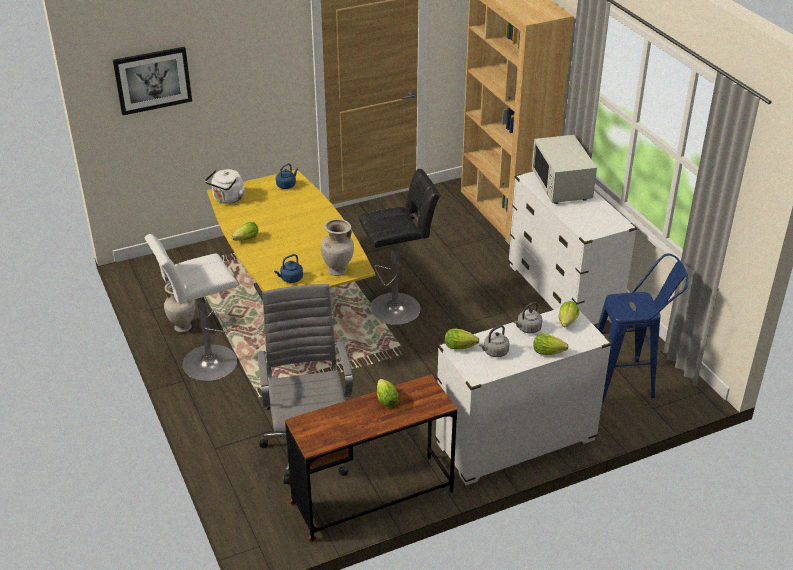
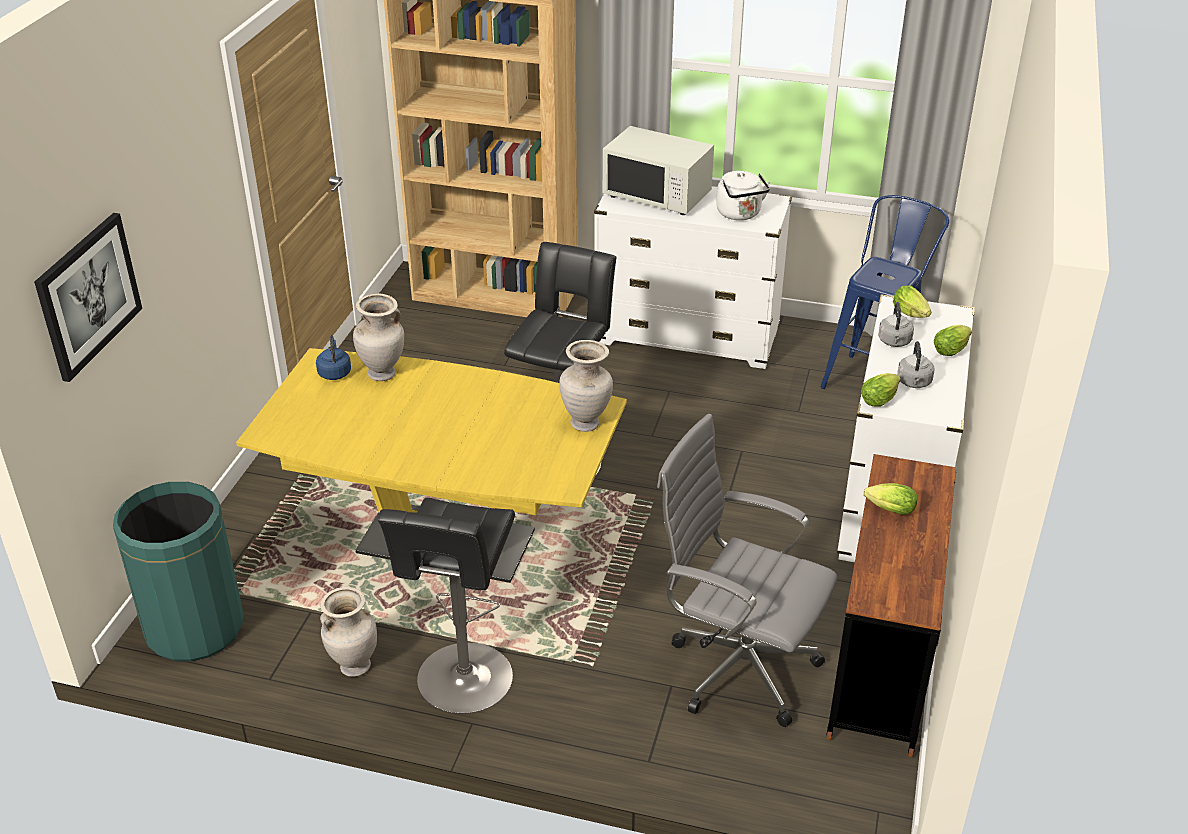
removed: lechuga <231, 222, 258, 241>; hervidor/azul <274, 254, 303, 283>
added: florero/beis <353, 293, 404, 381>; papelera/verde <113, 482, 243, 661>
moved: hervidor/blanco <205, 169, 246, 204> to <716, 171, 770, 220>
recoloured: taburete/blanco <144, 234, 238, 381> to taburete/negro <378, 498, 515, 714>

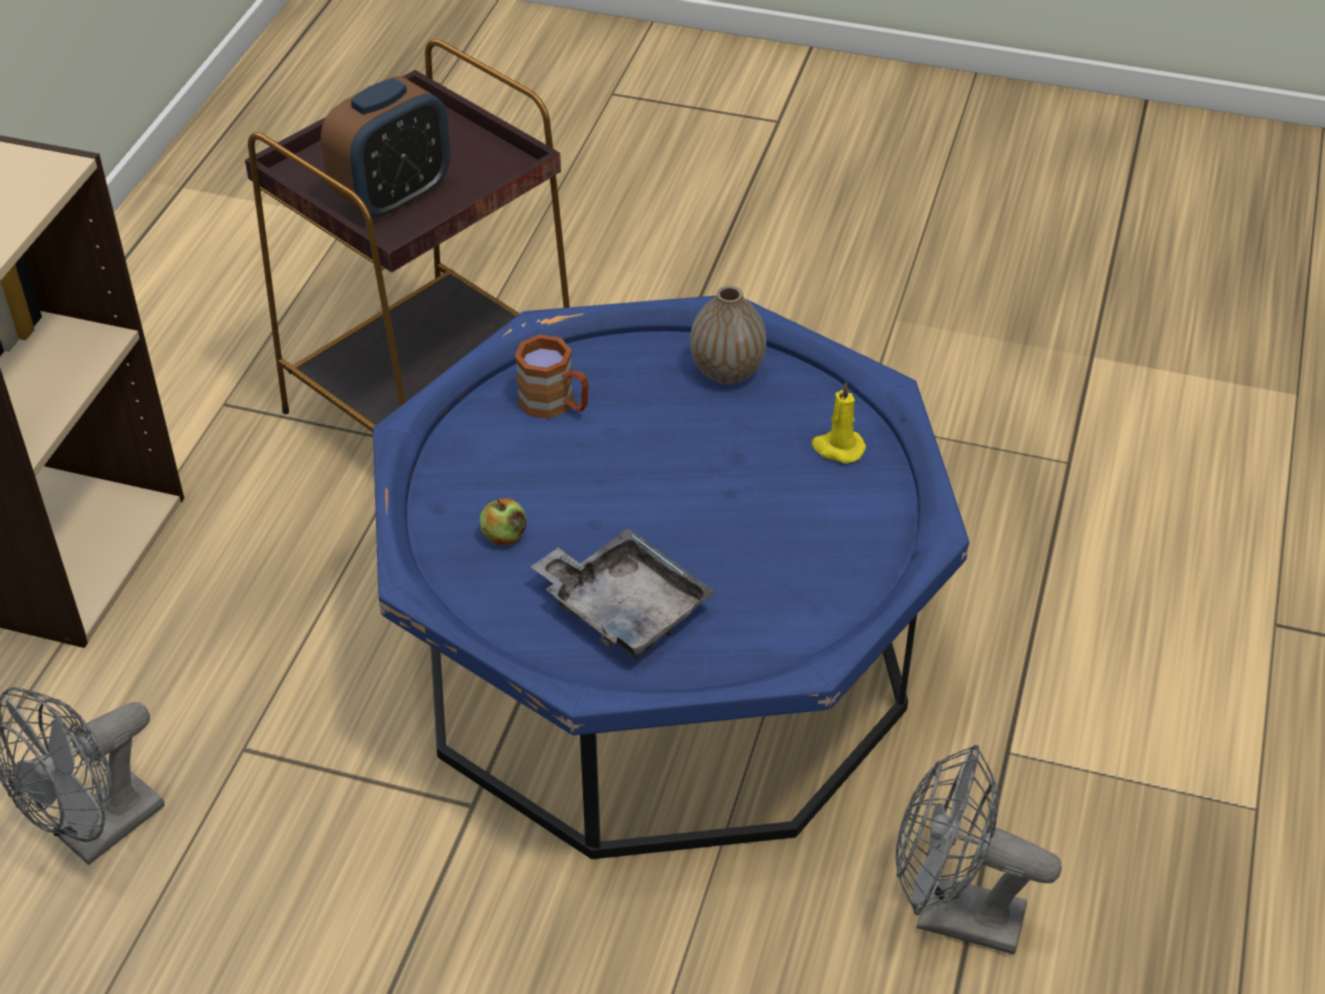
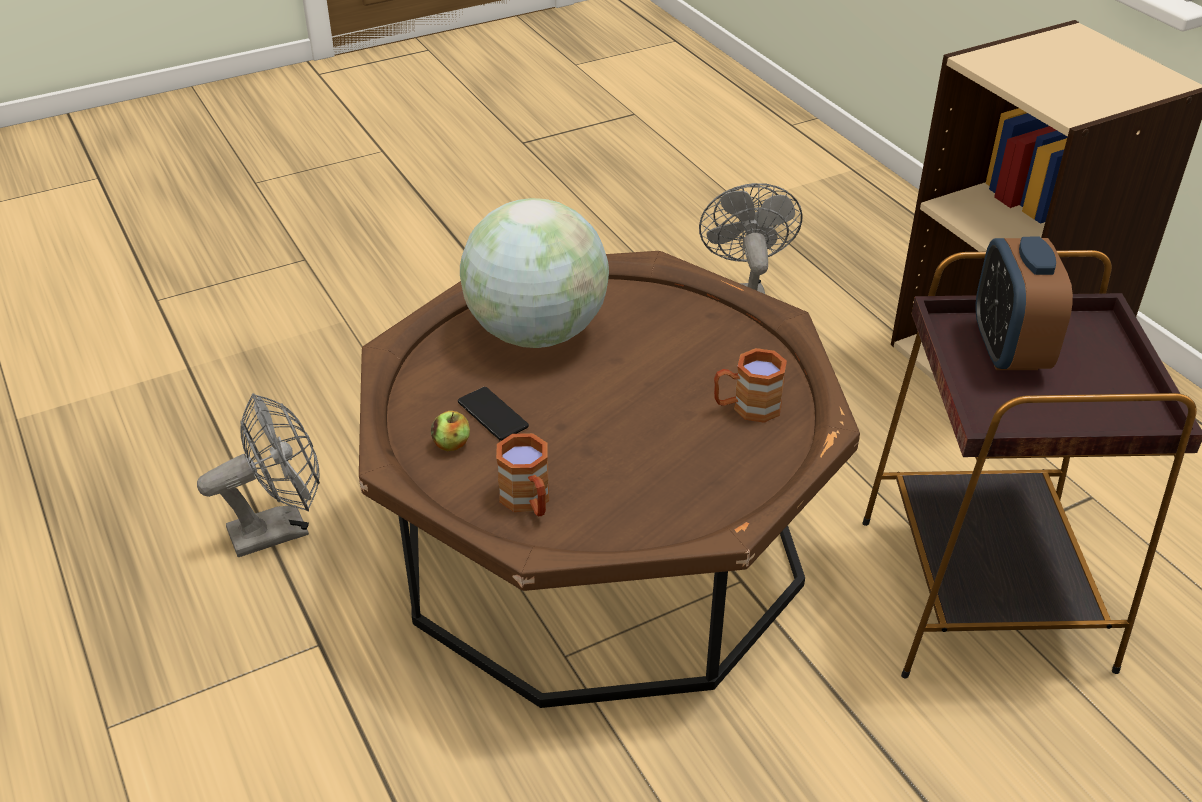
removed: florero <690, 286, 766, 384>
added: móvil <458, 387, 529, 441>
moved: manzana <479, 498, 527, 545> to <431, 411, 470, 451>
replaced: vela/amarillo <812, 382, 866, 463> to taza grande/marrón <496, 433, 549, 516>; bandeja/gris <530, 528, 715, 659> to globo terráqueo <460, 198, 609, 348>
recoloured: mesa de centro/azul <373, 296, 969, 859> to mesa de centro/marrón <359, 251, 860, 708>

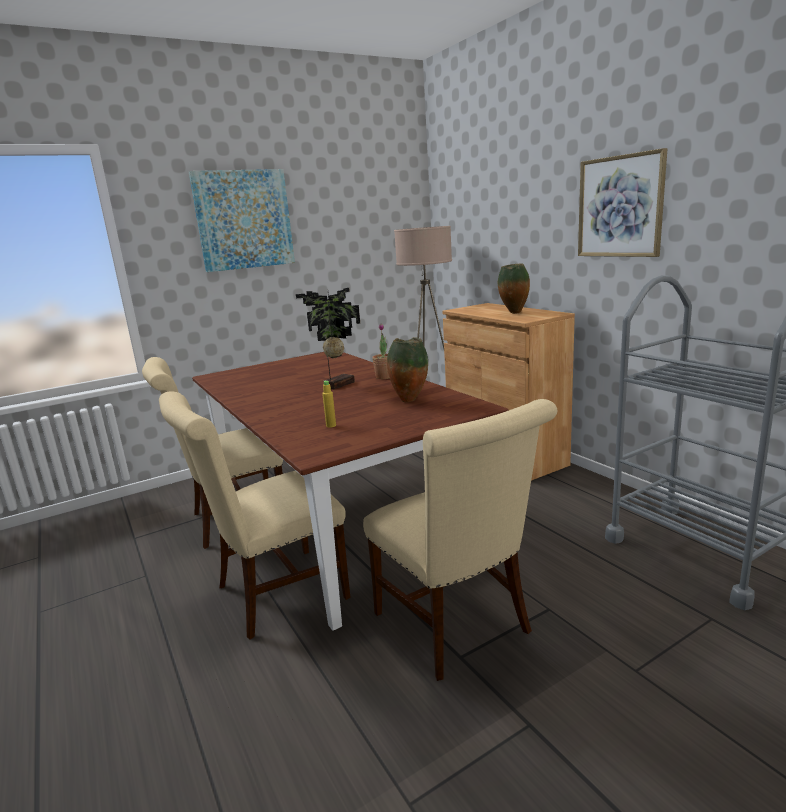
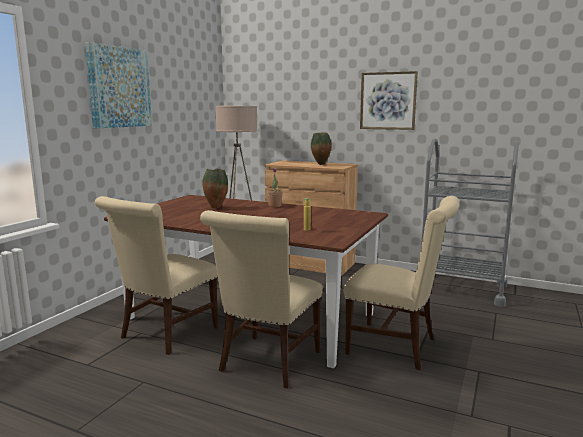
removed: planta en maceta <296, 288, 360, 389>
moved: florero <387, 337, 428, 402> to <202, 168, 228, 208>

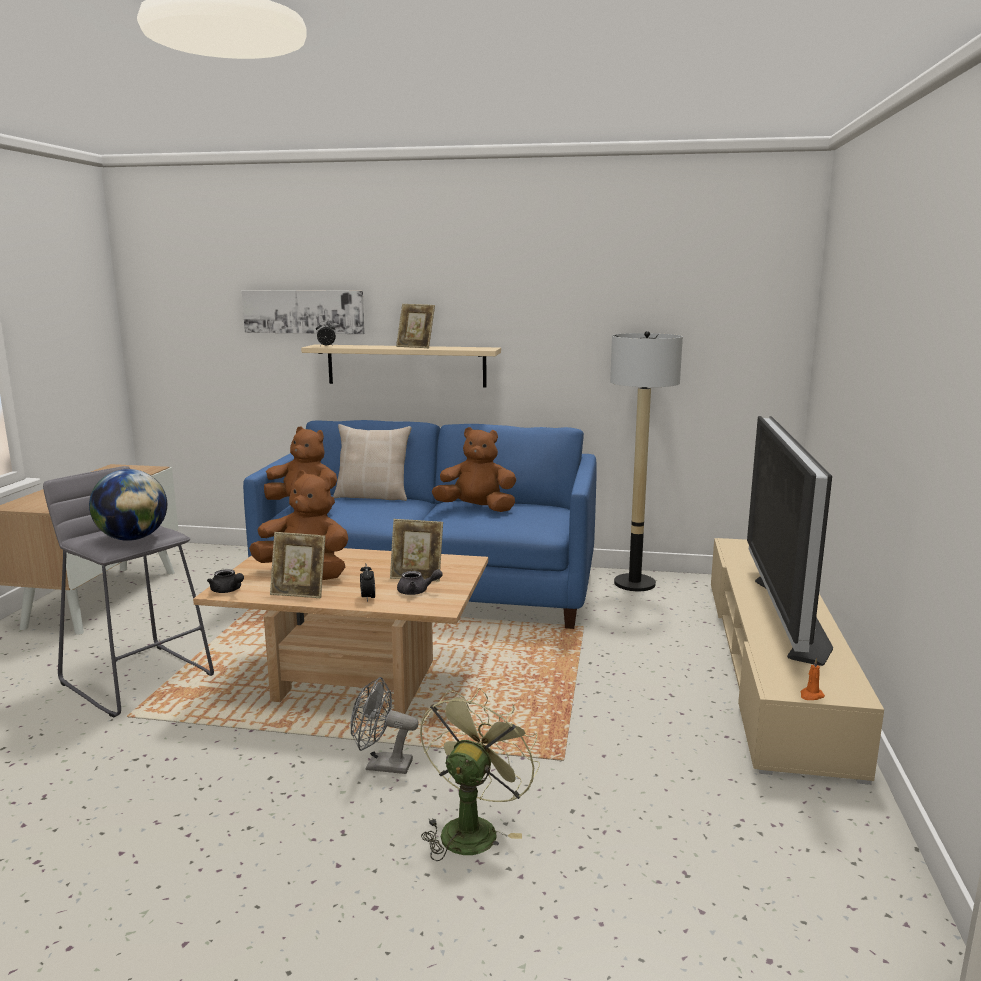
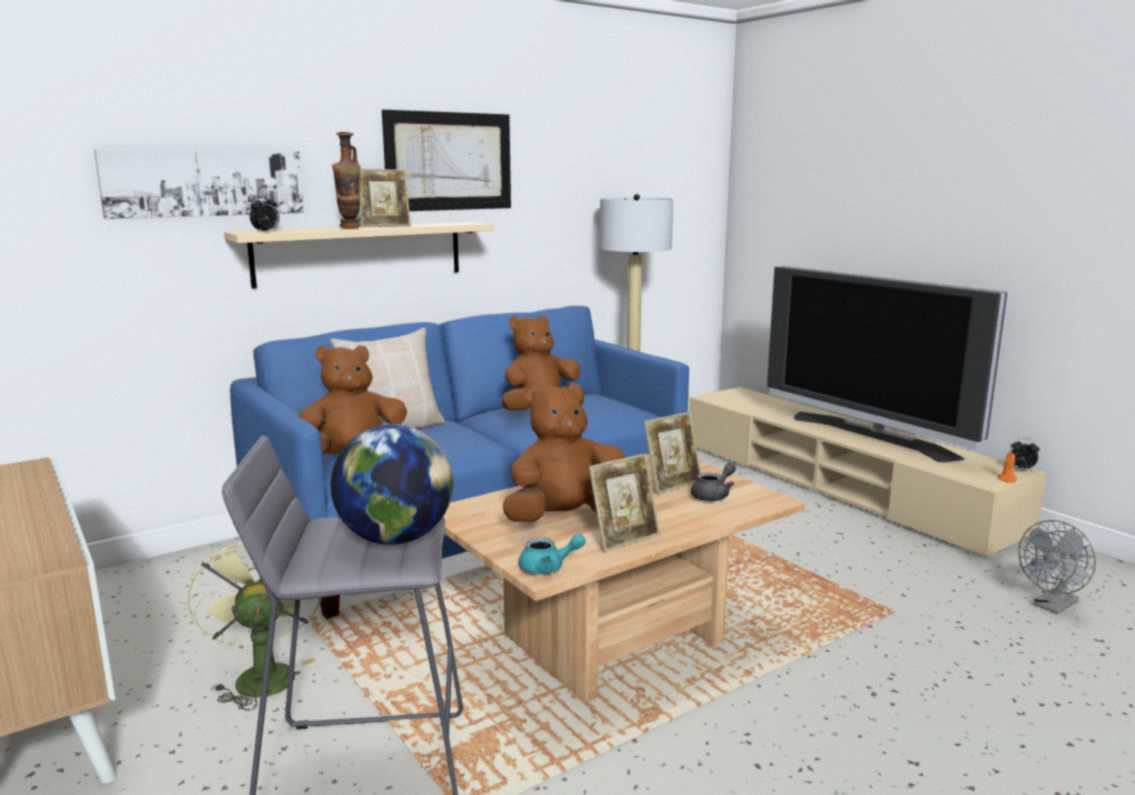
added: cuadro <382, 110, 511, 211>; florero <332, 132, 360, 229>
moved: despertador <360, 564, 375, 602> to <1011, 438, 1039, 472>; ventilador/gris <350, 677, 419, 774> to <1018, 520, 1096, 614>; ventilador/verde <420, 688, 540, 861> to <187, 543, 322, 710>
recoloured: tetera/negro <207, 569, 244, 593> to tetera/turquesa <519, 534, 586, 574>

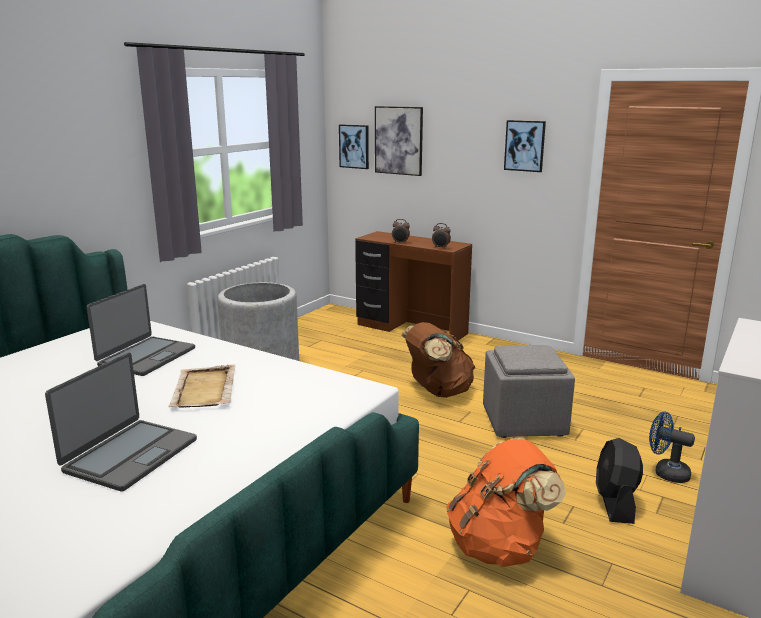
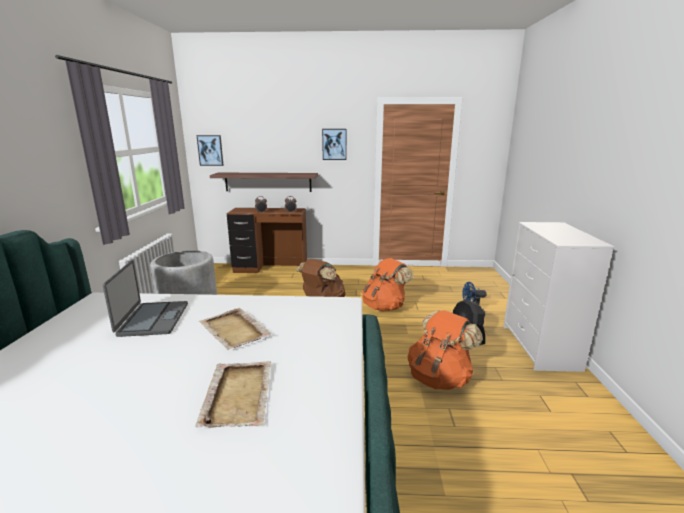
removed: cuadro <375, 106, 423, 176>
added: estante <210, 173, 318, 192>
replaced: puf/gris <483, 345, 575, 438> to mochila/naranja <362, 258, 414, 311>; portátil <45, 353, 197, 492> to bandeja/beis <195, 361, 271, 428>

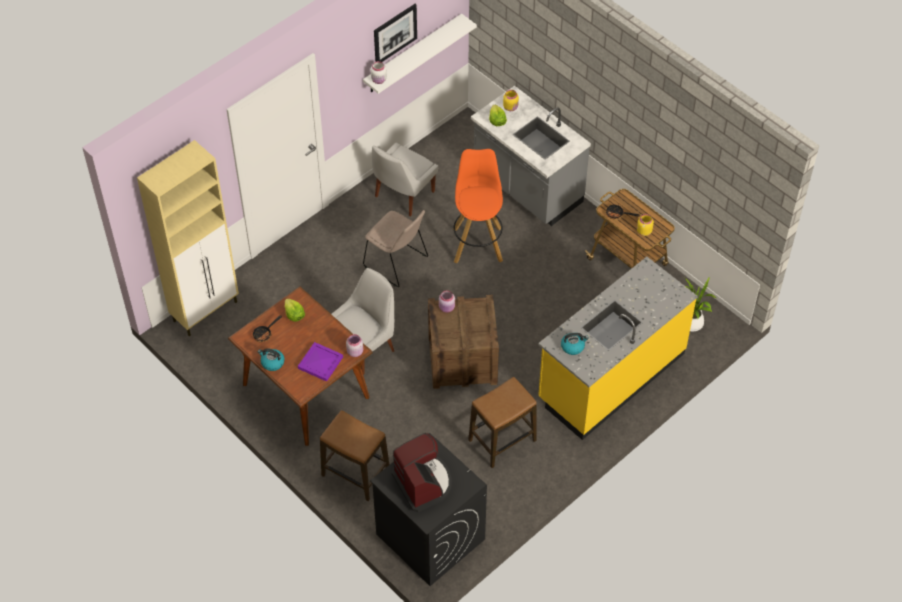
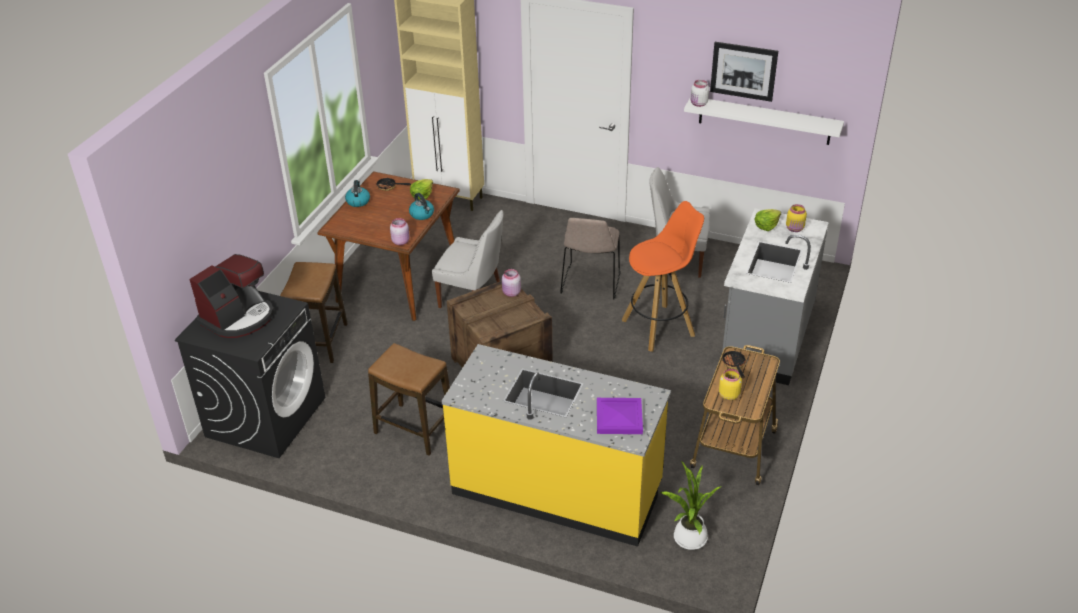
moved: hervidor <561, 333, 589, 355> to <409, 193, 434, 220>; bandeja/morado <298, 342, 343, 382> to <597, 398, 643, 434>

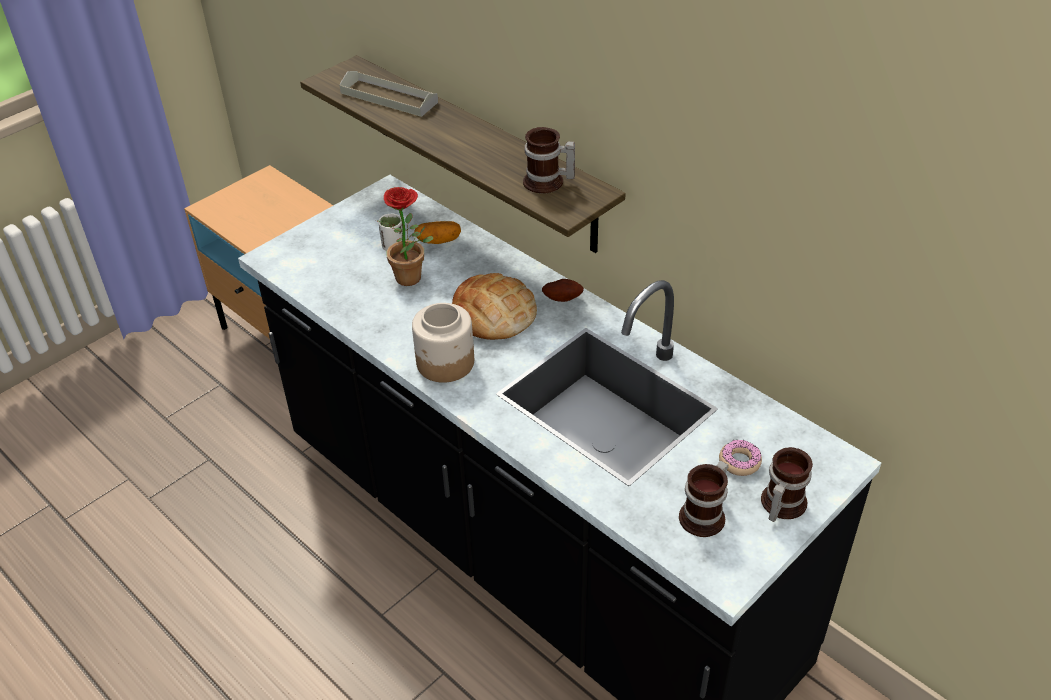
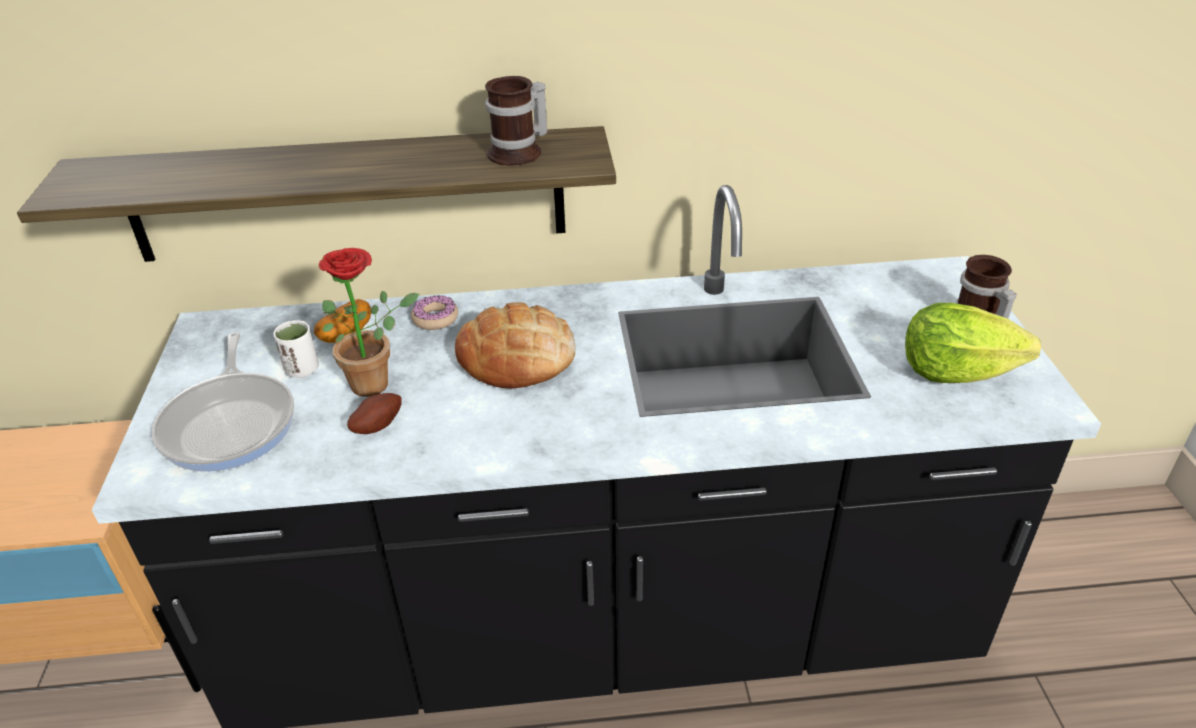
removed: bandeja/gris <339, 71, 438, 117>; tarro <412, 303, 474, 383>
added: sartén <152, 332, 294, 472>
moved: patata <542, 279, 584, 302> to <347, 393, 402, 434>; rosquilla <719, 440, 762, 476> to <411, 295, 458, 330>
replaced: taza grande <679, 461, 729, 537> to lechuga <905, 303, 1041, 383>

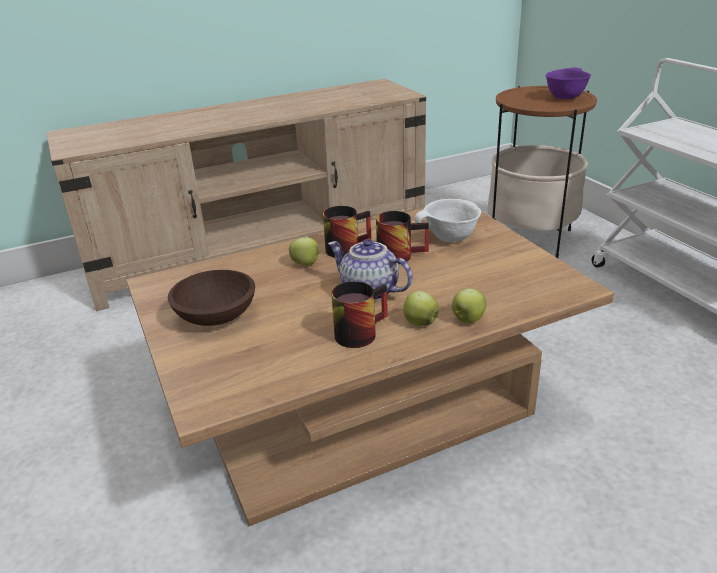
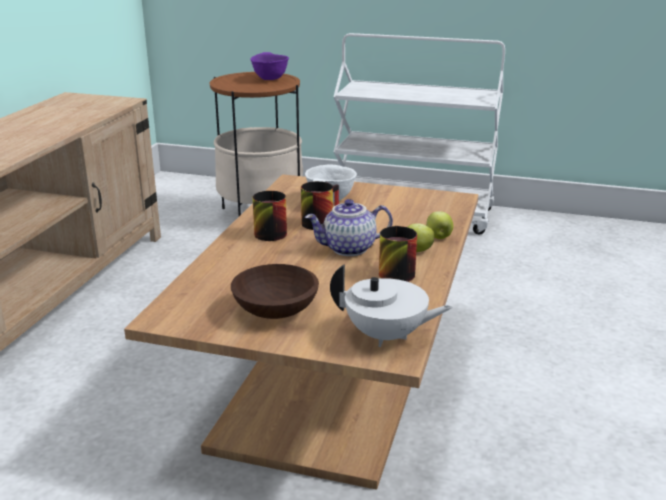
removed: manzana <289, 237, 321, 266>
added: tetera/blanco <330, 264, 453, 347>

